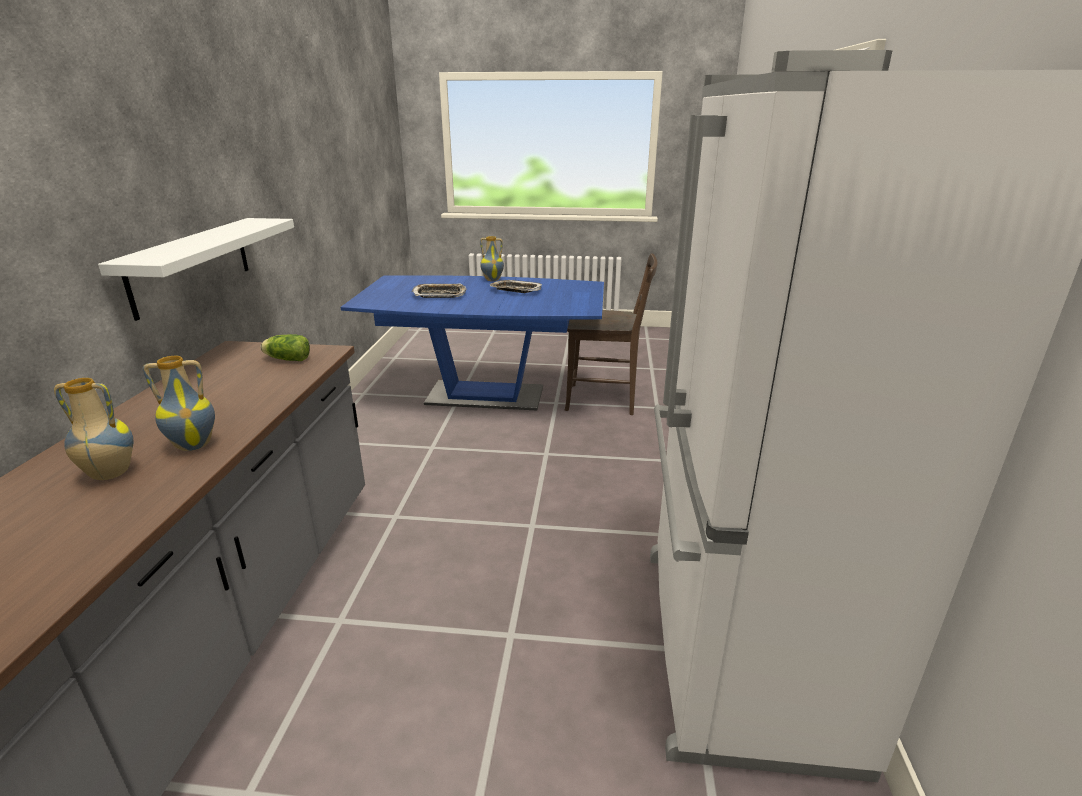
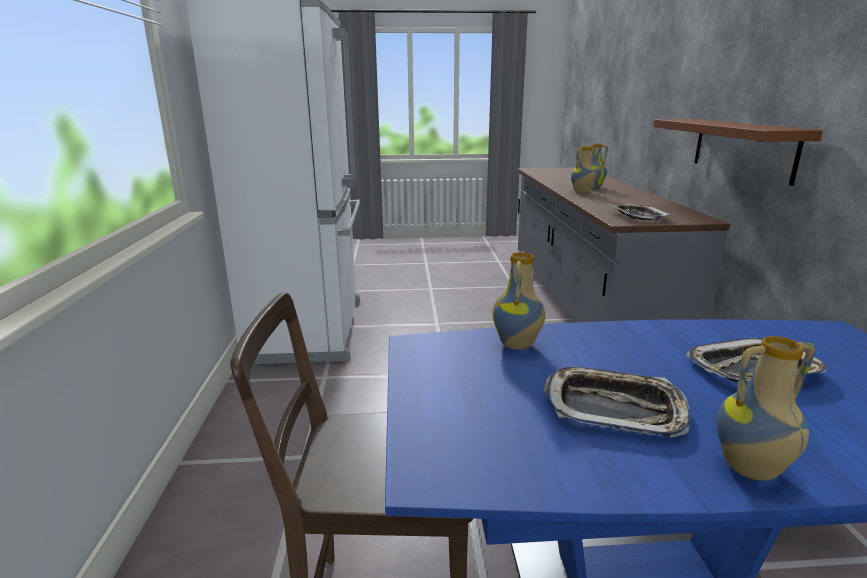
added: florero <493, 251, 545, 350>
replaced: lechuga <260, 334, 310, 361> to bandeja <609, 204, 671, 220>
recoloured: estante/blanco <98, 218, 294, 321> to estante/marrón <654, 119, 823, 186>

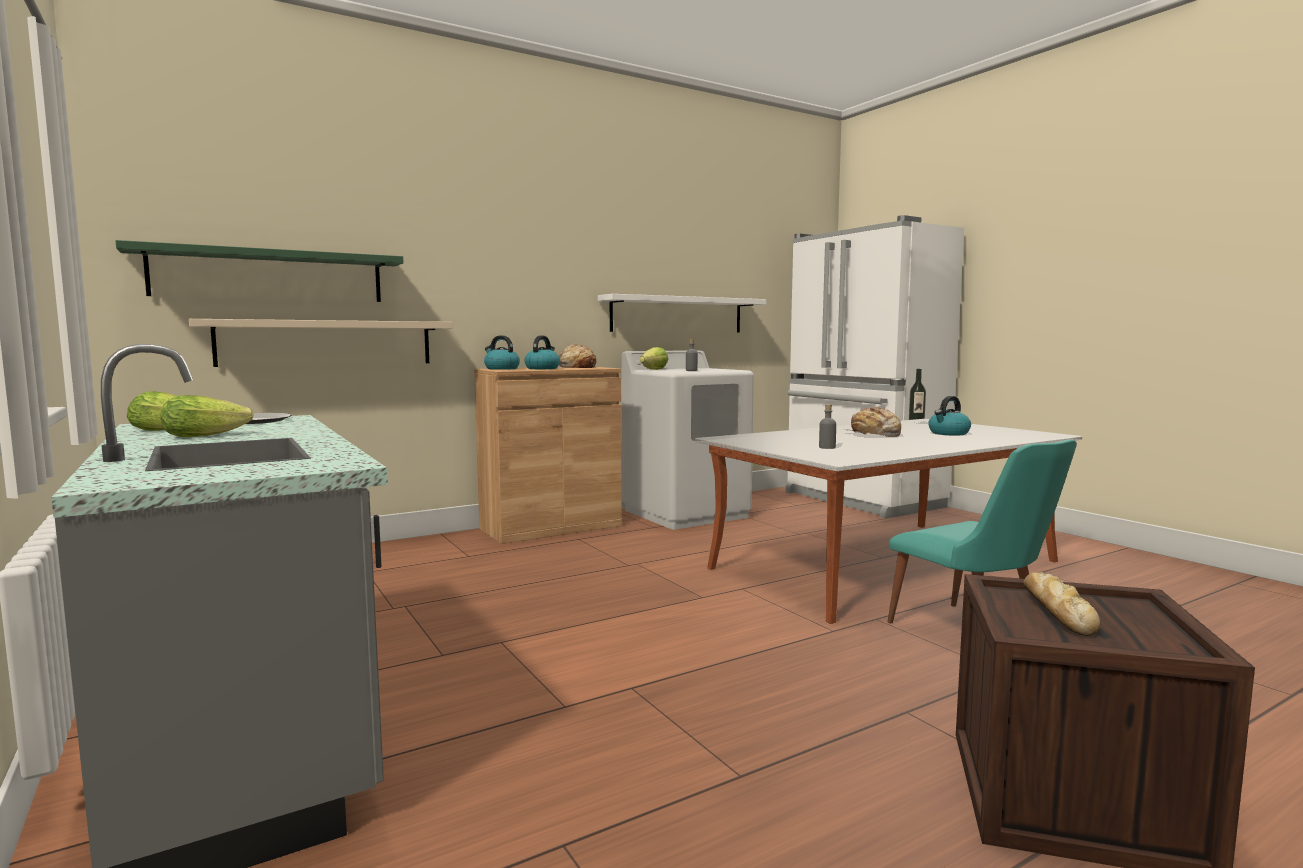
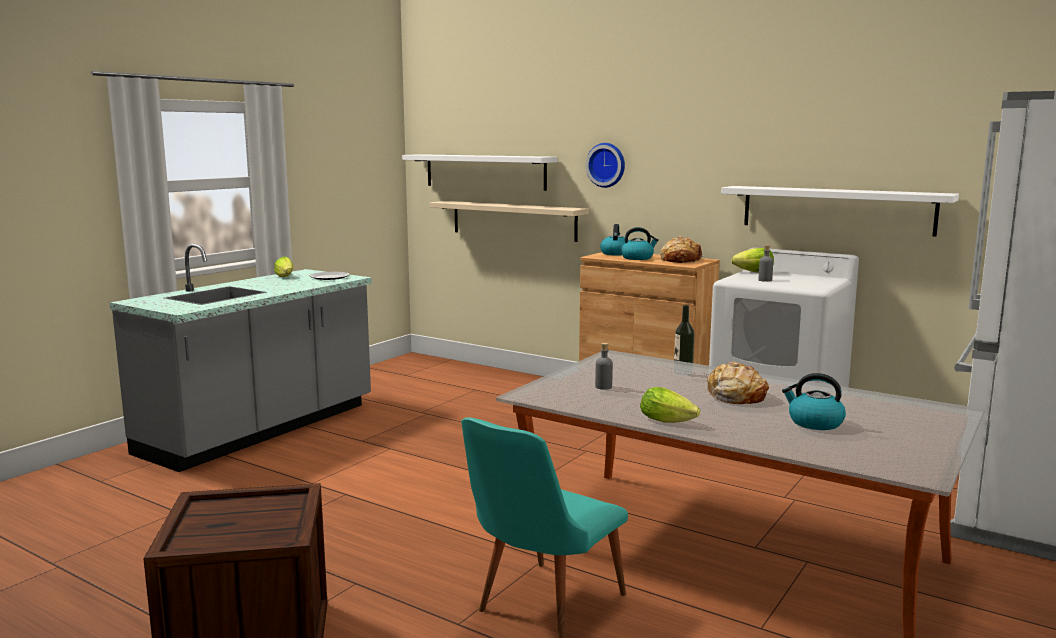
removed: pan <1023, 572, 1100, 636>
added: reloj de pared <586, 143, 625, 188>
moved: botella <909, 369, 926, 425> to <674, 305, 695, 375>; lechuga <161, 395, 254, 437> to <640, 387, 700, 423>
recoloured: estante/verde <116, 240, 403, 302> to estante/blanco <402, 154, 558, 191>

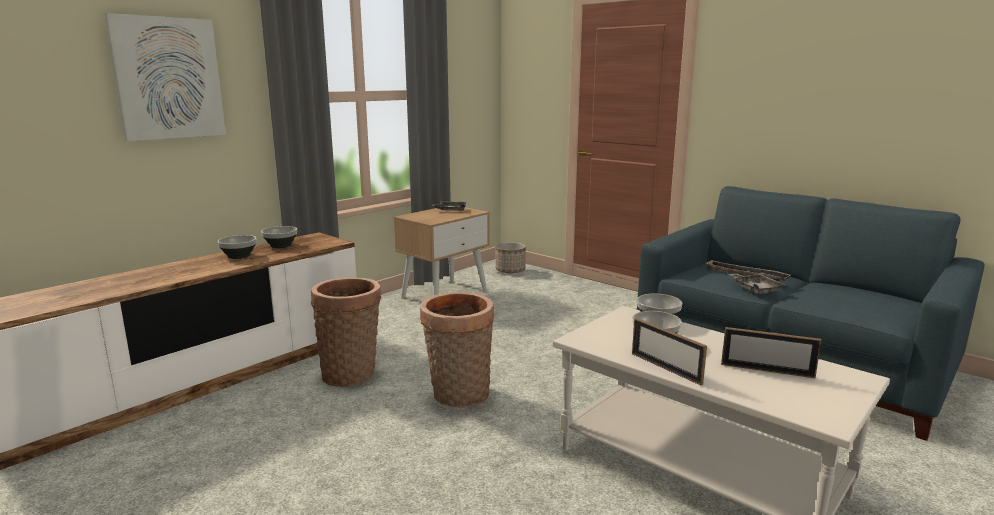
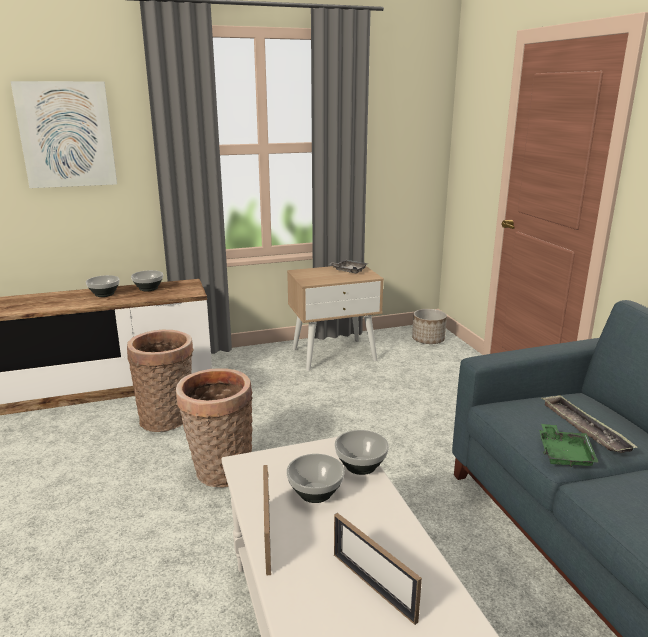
recoloured: bandeja/gris <728, 273, 785, 294> to bandeja/verde <539, 424, 598, 467>

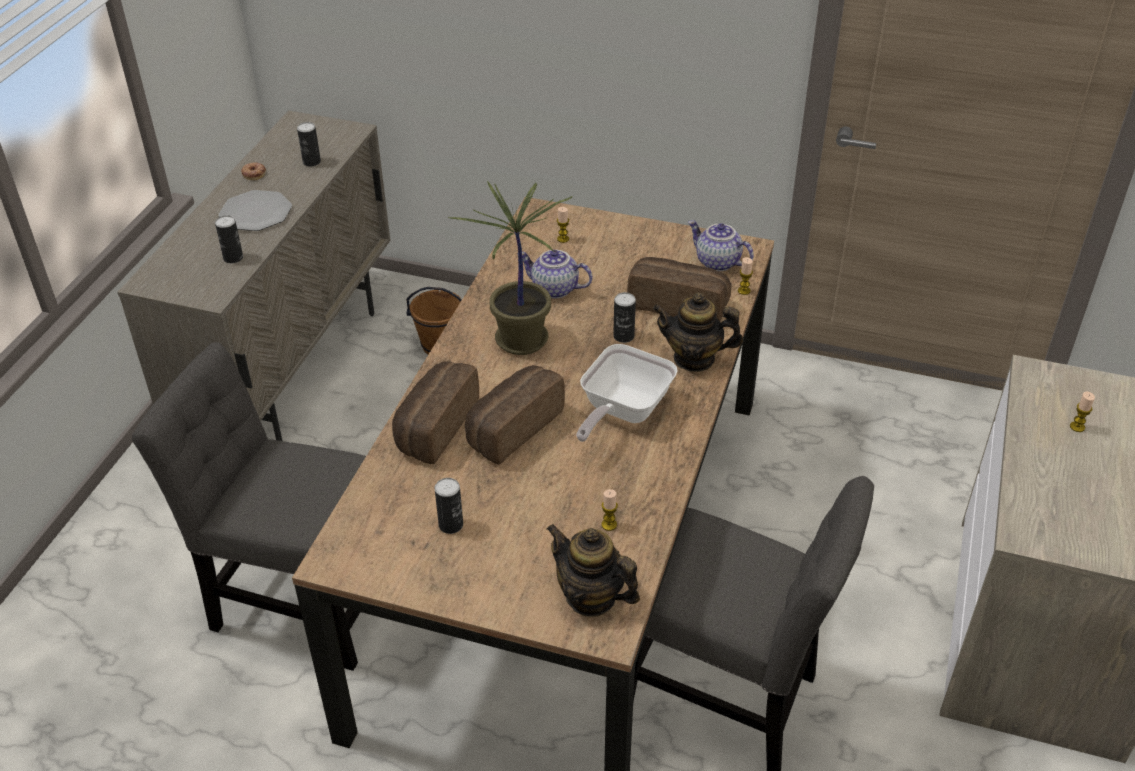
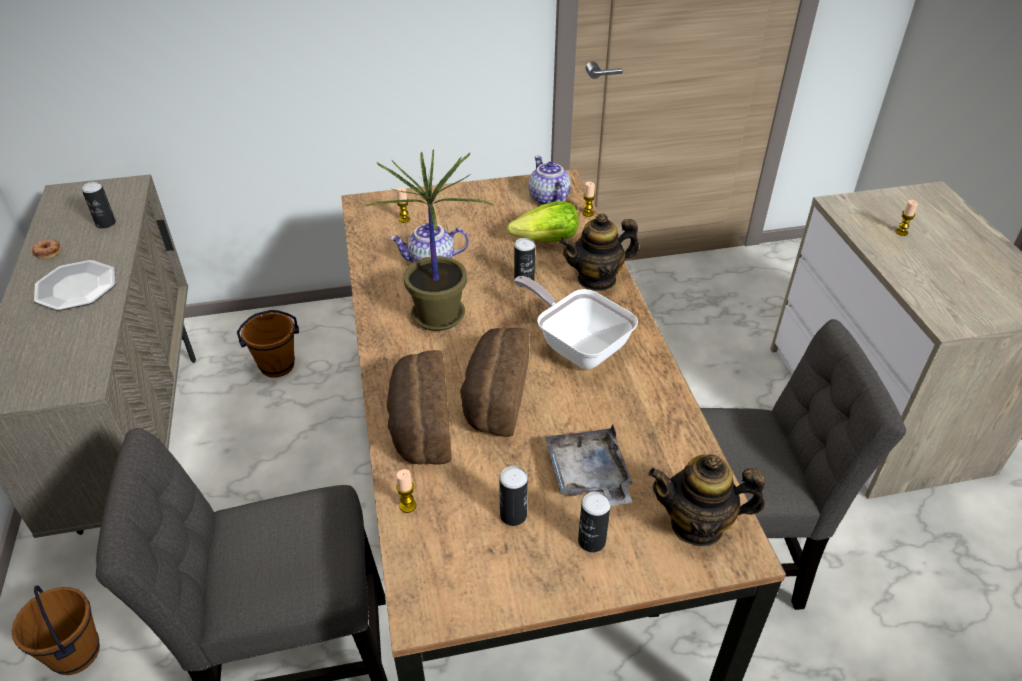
added: bandeja/gris <545, 425, 633, 506>; cubo/marrón <11, 585, 100, 675>
moved: lata <215, 215, 243, 263> to <578, 491, 611, 553>; vela <601, 489, 618, 531> to <396, 469, 416, 513>
replaced: pan <627, 257, 731, 320> to lechuga <507, 201, 578, 242>
turned: tetera <688, 220, 754, 271> = <529, 156, 571, 205> 60 degrees clockwise; sartén <576, 344, 678, 442> = <514, 276, 638, 369> 135 degrees clockwise

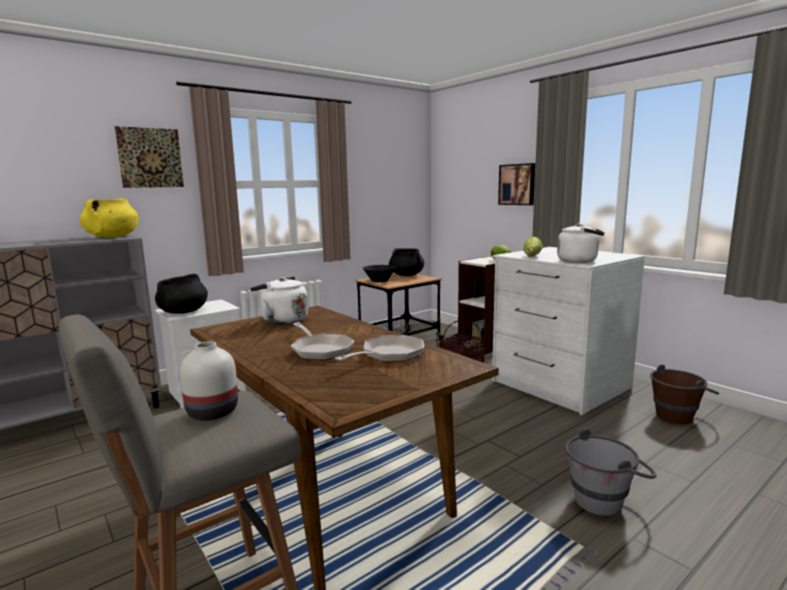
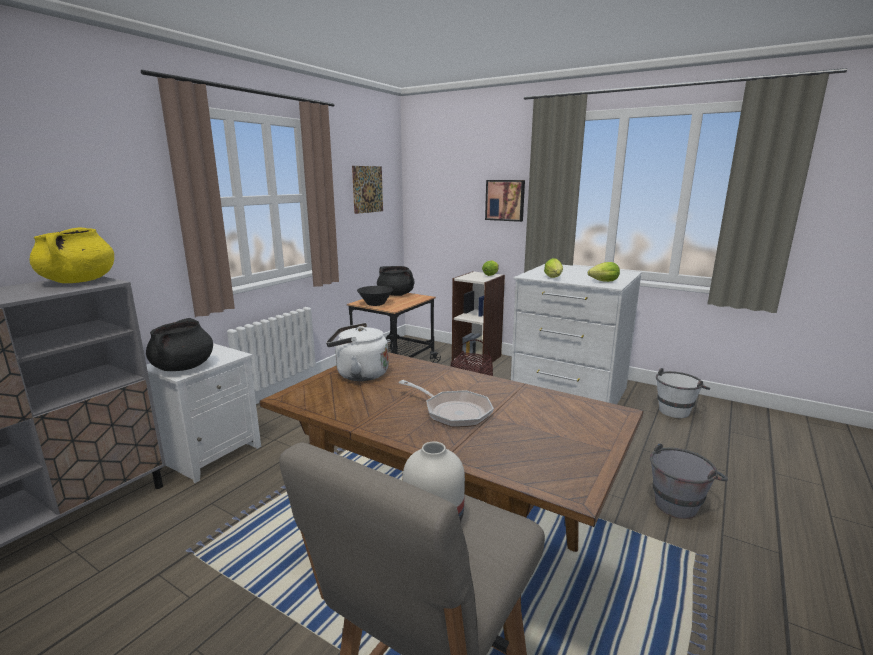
removed: sartén <335, 335, 424, 362>
moved: cuadro <115, 126, 184, 188> to <352, 166, 383, 214>
replaced: hervidor/blanco <557, 224, 605, 263> to lechuga <588, 262, 620, 282>
recoloured: cubo/marrón <650, 364, 719, 424> to cubo/blanco <656, 368, 710, 418>

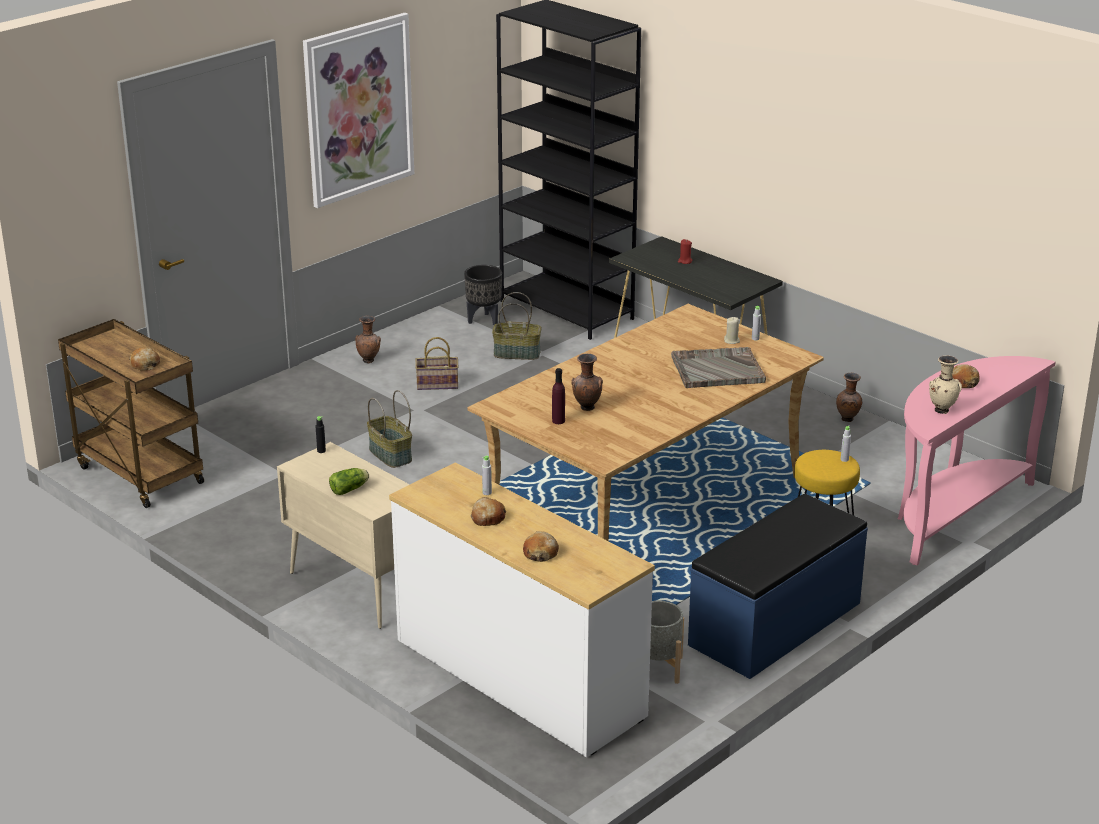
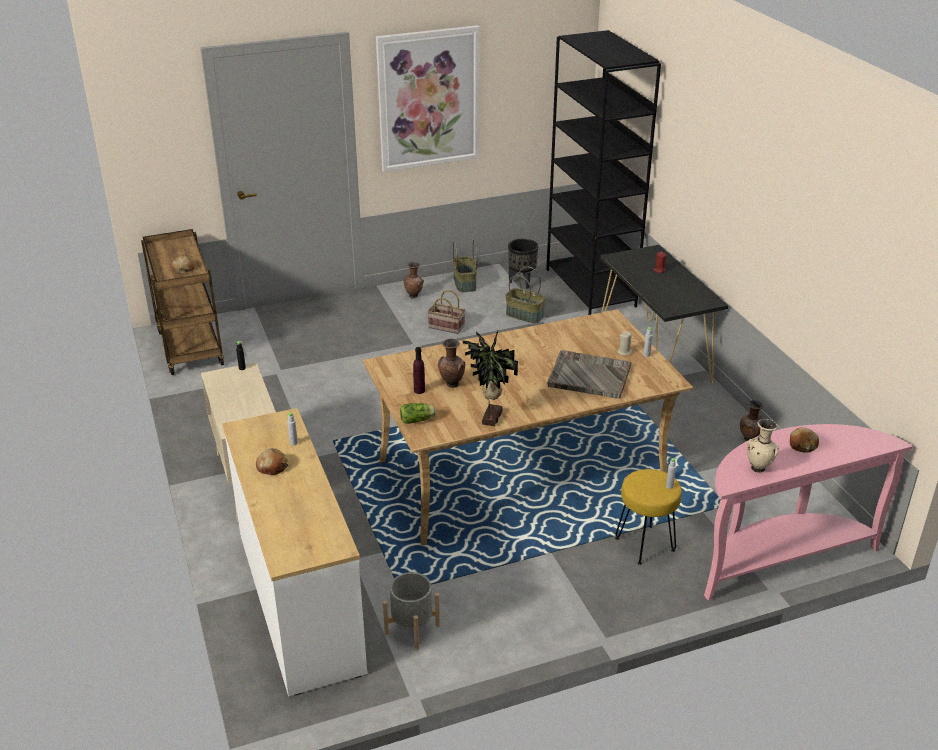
removed: banco/azul <688, 494, 868, 679>; pan <523, 531, 559, 562>
added: planta en maceta <463, 331, 518, 426>
moved: cesta <367, 390, 412, 468> to <453, 240, 477, 292>; lechuga <329, 468, 369, 495> to <400, 403, 436, 424>

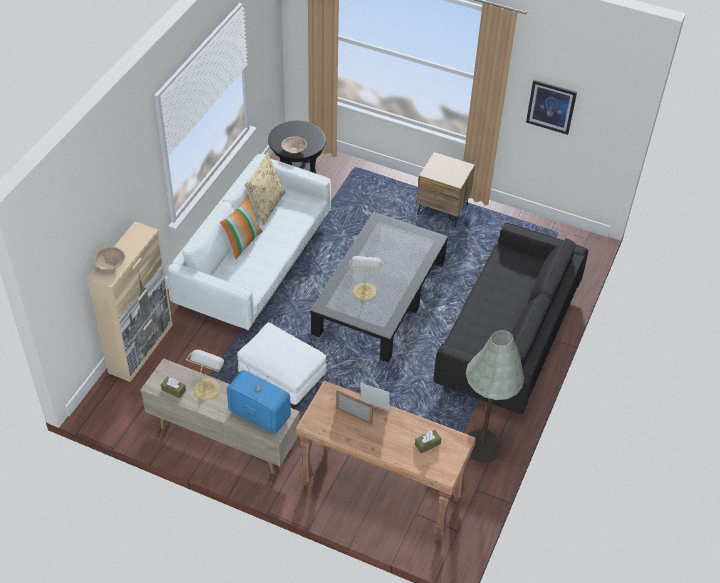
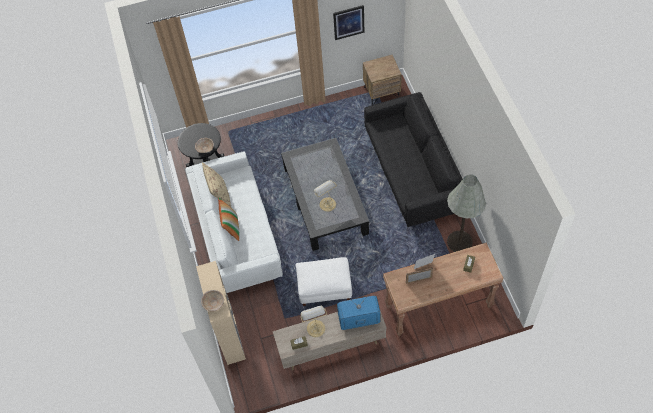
moved: mesita de noche/marrón <417, 152, 475, 227> to <363, 55, 402, 105>

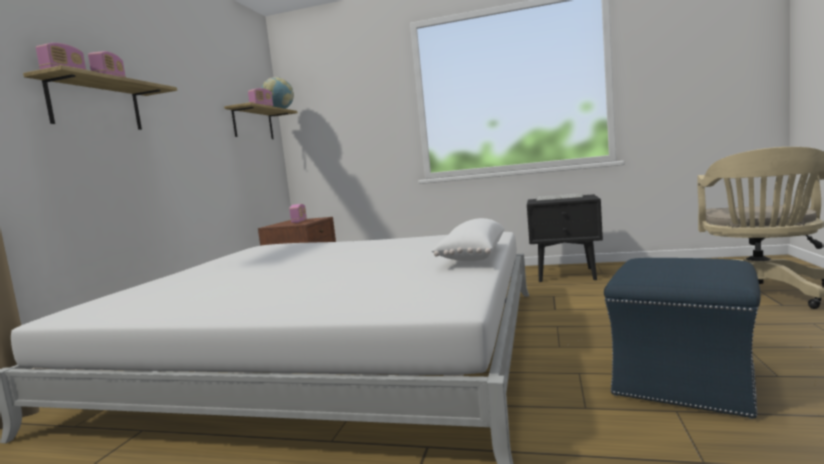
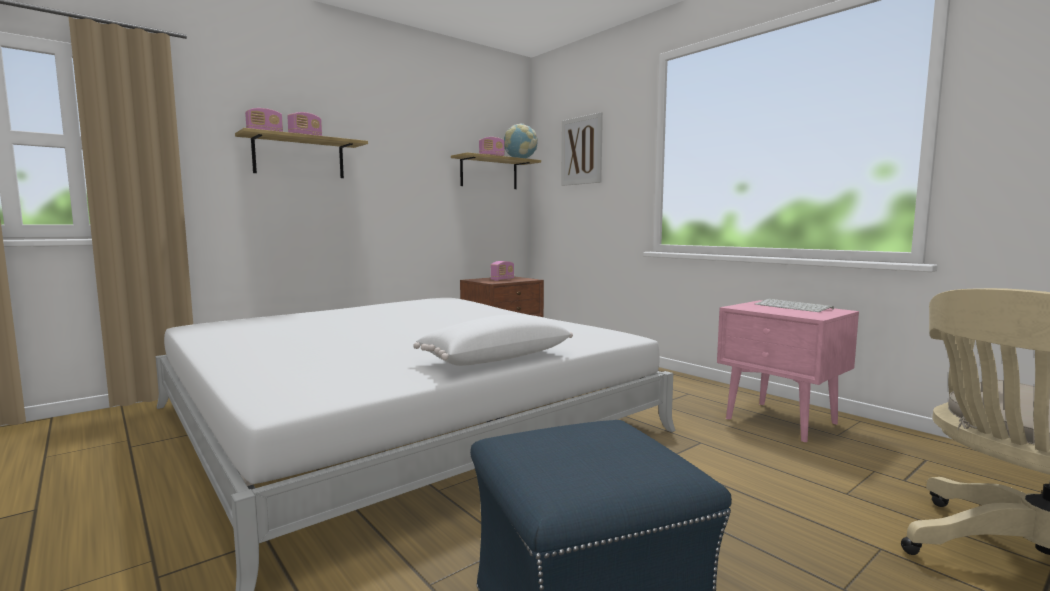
added: cuadro <561, 112, 603, 186>
recoloured: mesita de noche/negro <527, 194, 603, 282> to mesita de noche/rosa <717, 300, 859, 442>

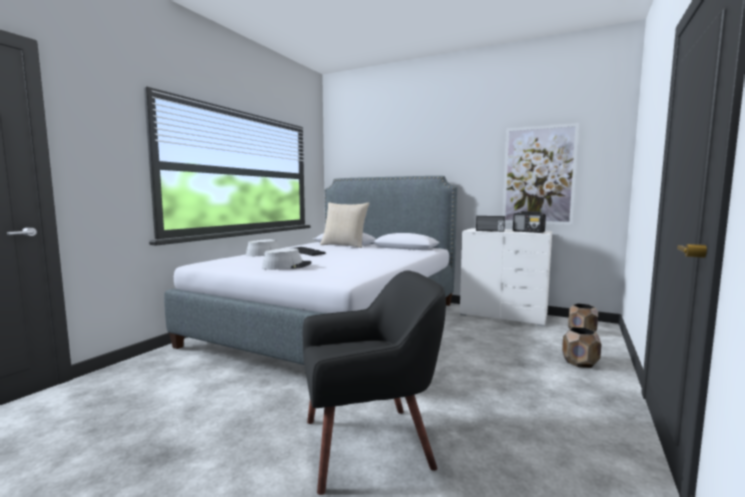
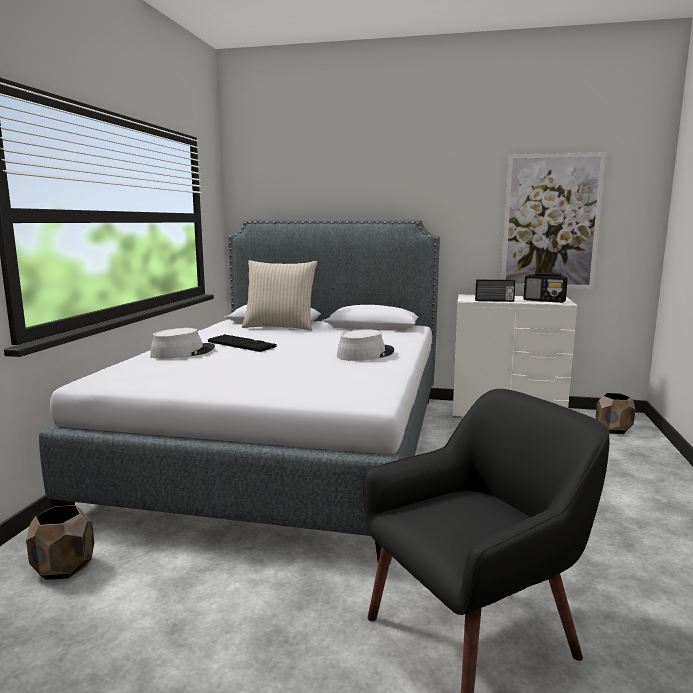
moved: sombrero/gris <262, 248, 312, 270> to <337, 329, 394, 361>; maceta/marrón <562, 327, 602, 368> to <26, 505, 94, 580>

